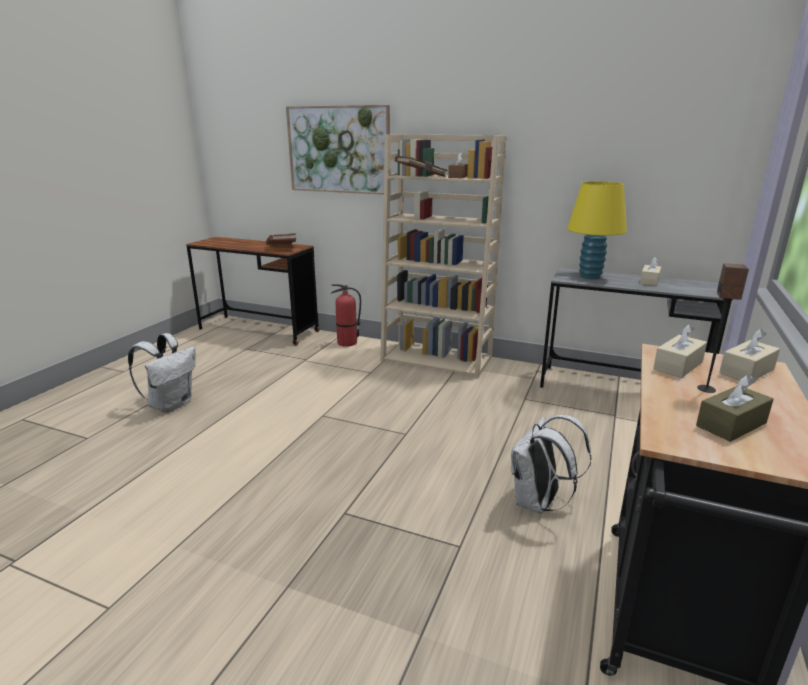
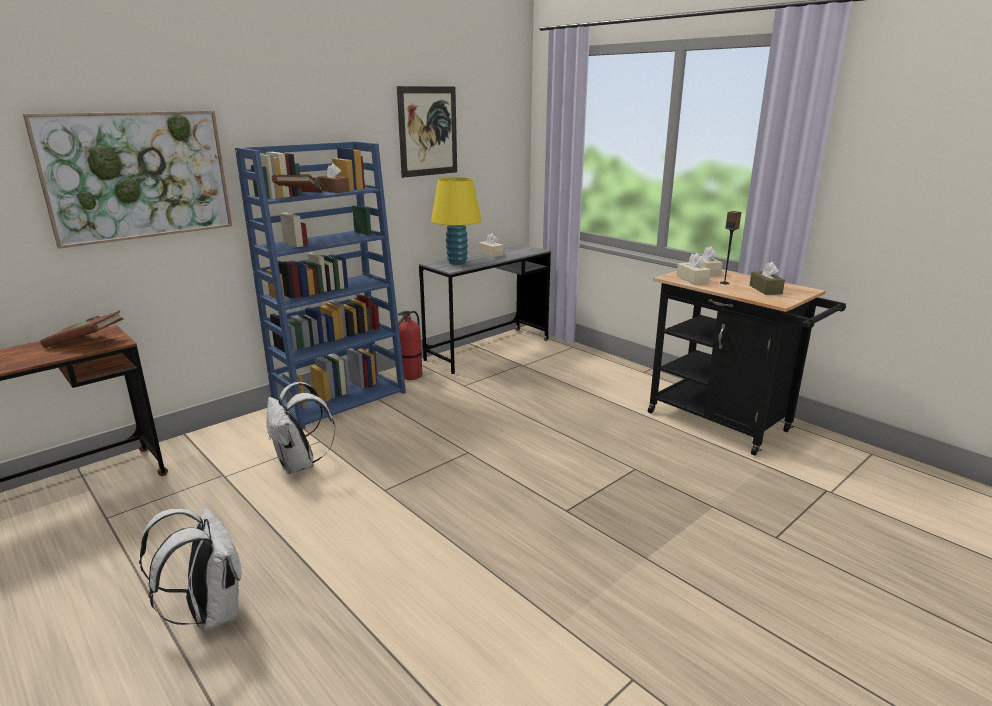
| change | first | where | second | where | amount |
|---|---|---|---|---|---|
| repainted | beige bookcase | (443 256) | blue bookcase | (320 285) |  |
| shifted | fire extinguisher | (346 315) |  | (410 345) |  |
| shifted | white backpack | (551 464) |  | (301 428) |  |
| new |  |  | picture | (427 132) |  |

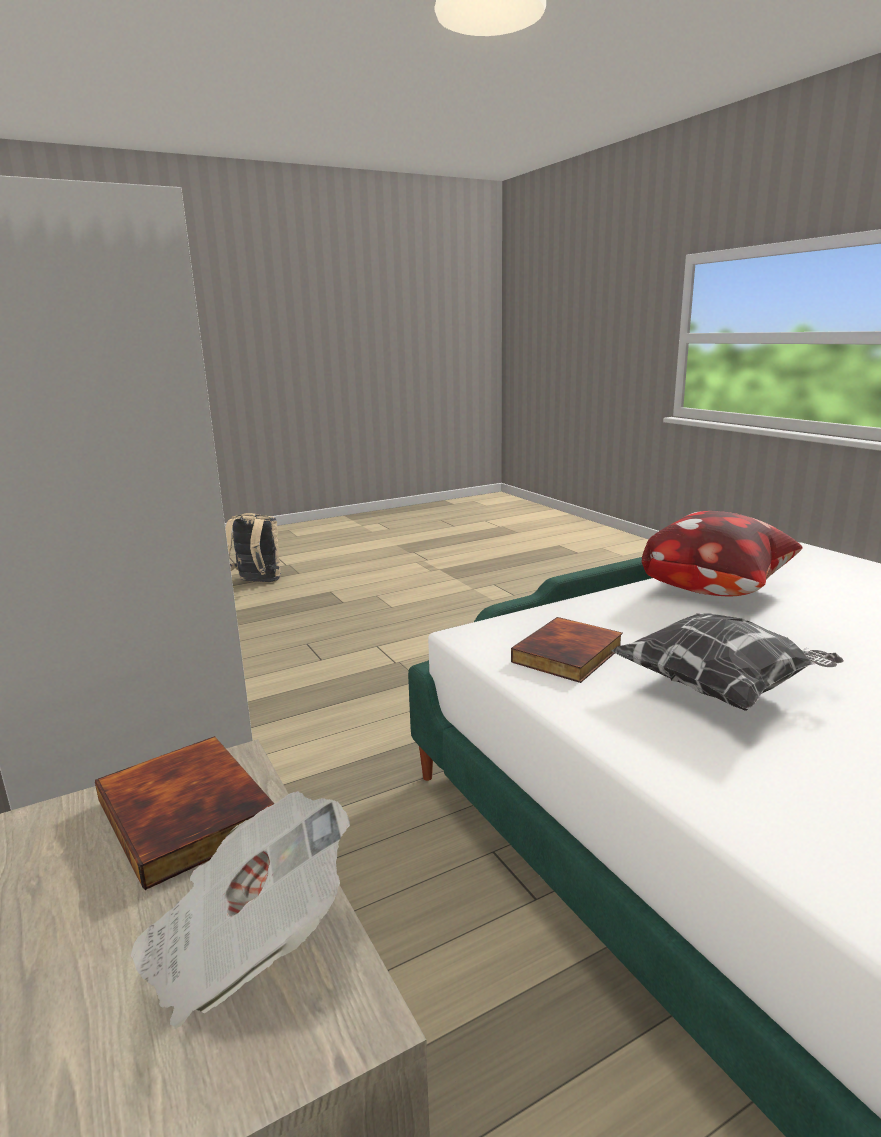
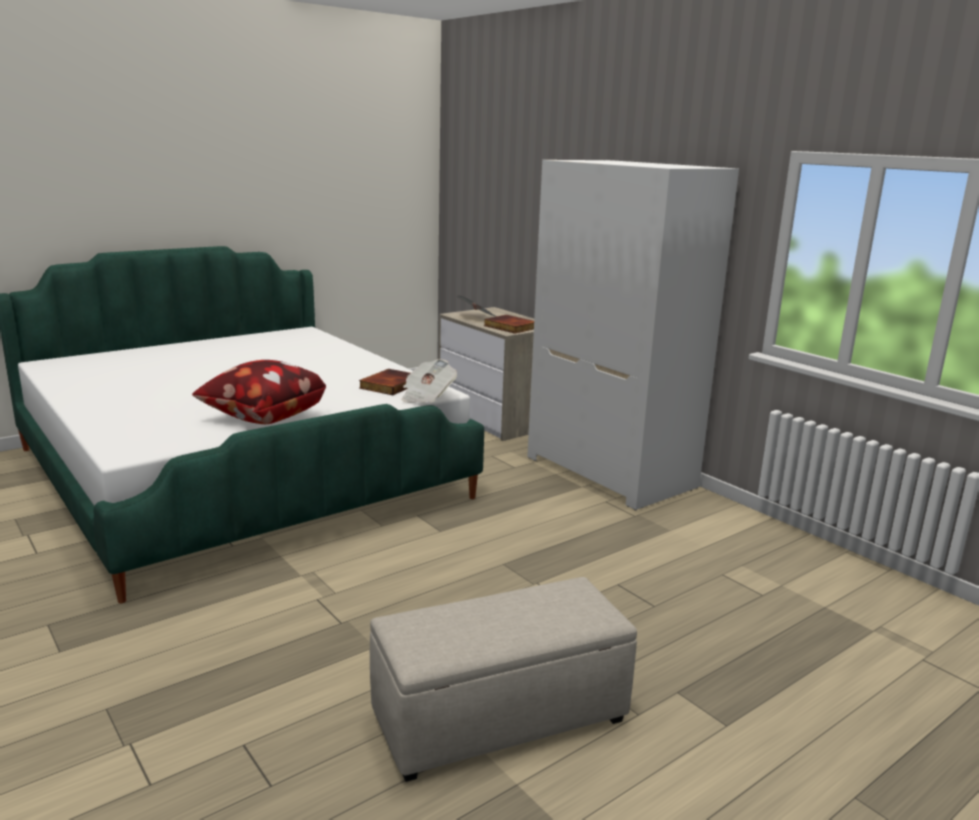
| change | first | where | second | where | amount |
|---|---|---|---|---|---|
| gone | beige backpack | (253 547) |  |  |  |
| gone | pillow | (727 662) |  |  |  |
| new |  |  | newspaper | (429 381) |  |
| new |  |  | beige ottoman | (503 679) |  |

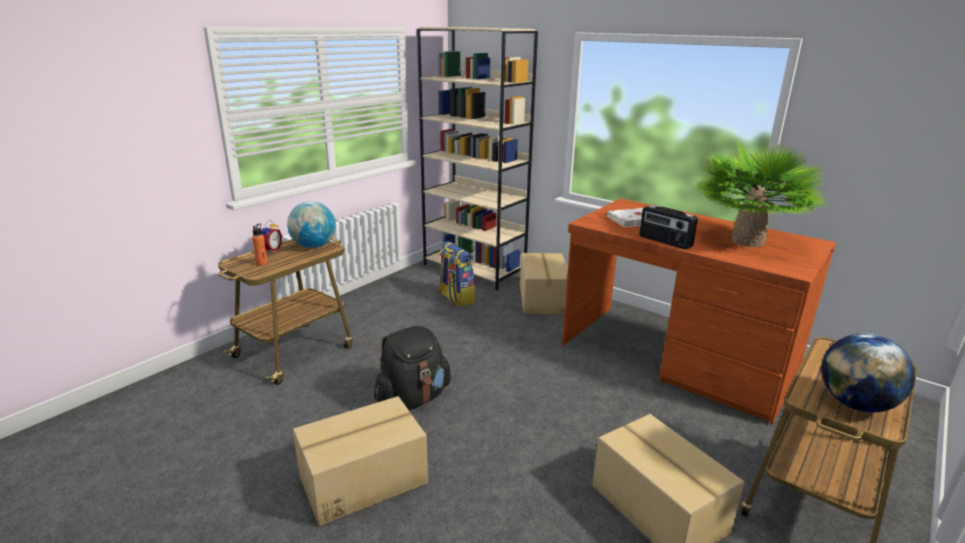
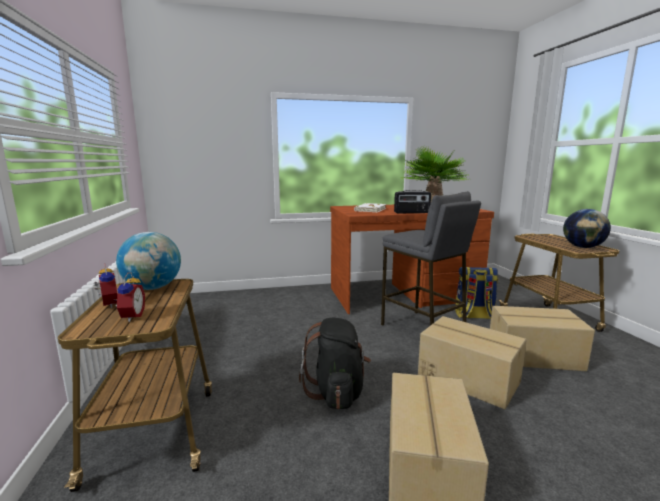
| change | first | where | second | where | amount |
|---|---|---|---|---|---|
| gone | beige bookcase | (477 158) |  |  |  |
| swapped | orange bottle | (260 244) | alarm clock | (129 297) |  |
| shifted | backpack | (456 274) |  | (476 293) |  |
| shifted | cardboard box | (544 284) |  | (472 362) |  |
| new |  |  | grey stool | (431 258) |  |

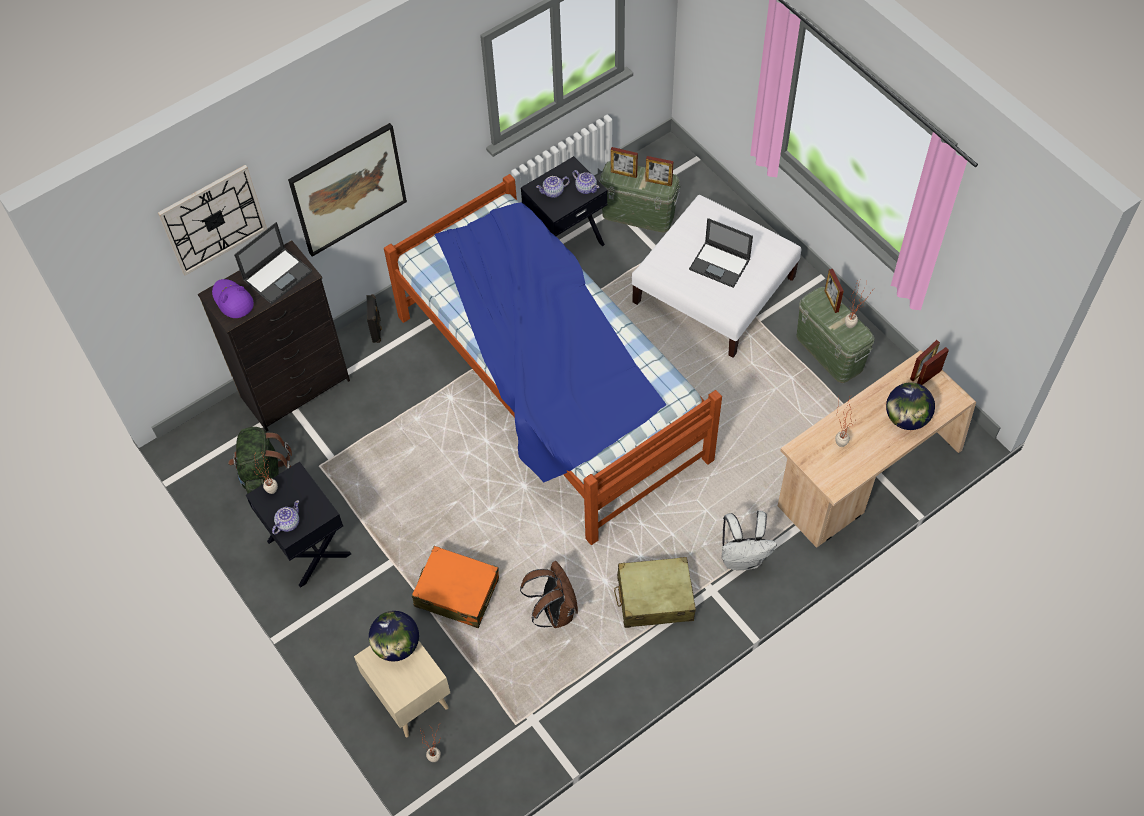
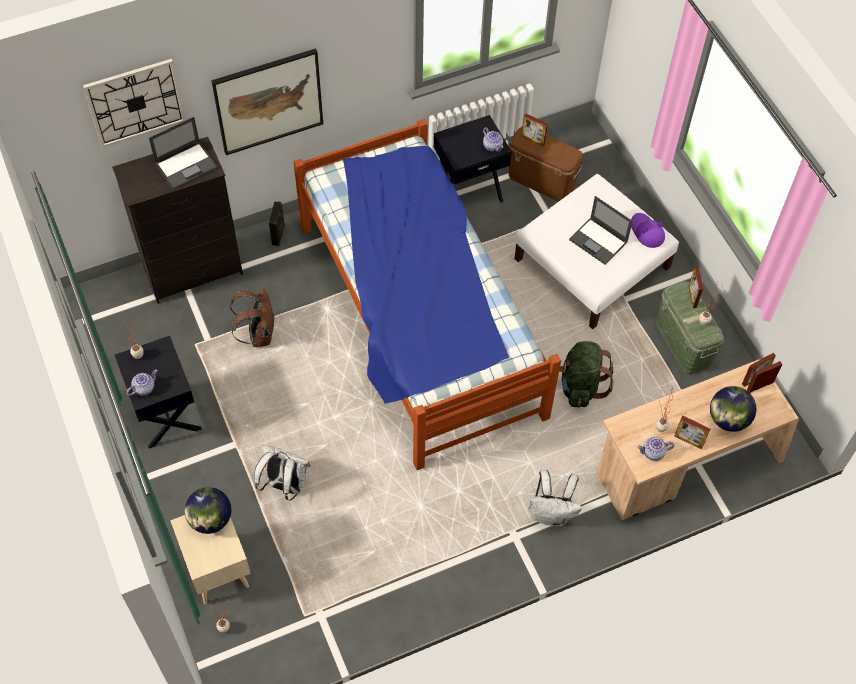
| change | first | where | second | where | amount |
|---|---|---|---|---|---|
| shifted | picture frame | (659 171) |  | (692 432) |  |
| repainted | green storage box | (640 197) | brown storage box | (546 163) |  |
| shifted | teapot | (553 187) |  | (655 449) |  |
| shifted | purple hat | (233 298) |  | (648 230) |  |
| shifted | green backpack | (260 460) |  | (586 374) |  |
| swapped | orange suitcase | (455 587) | white backpack | (282 473) |  |
| gone | beige suitcase | (655 592) |  |  |  |
| shifted | brown backpack | (549 594) |  | (252 318) |  |

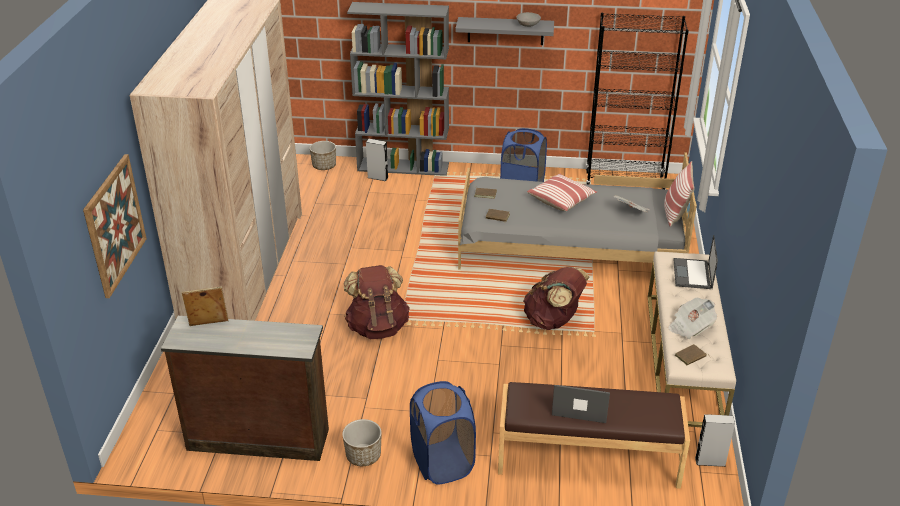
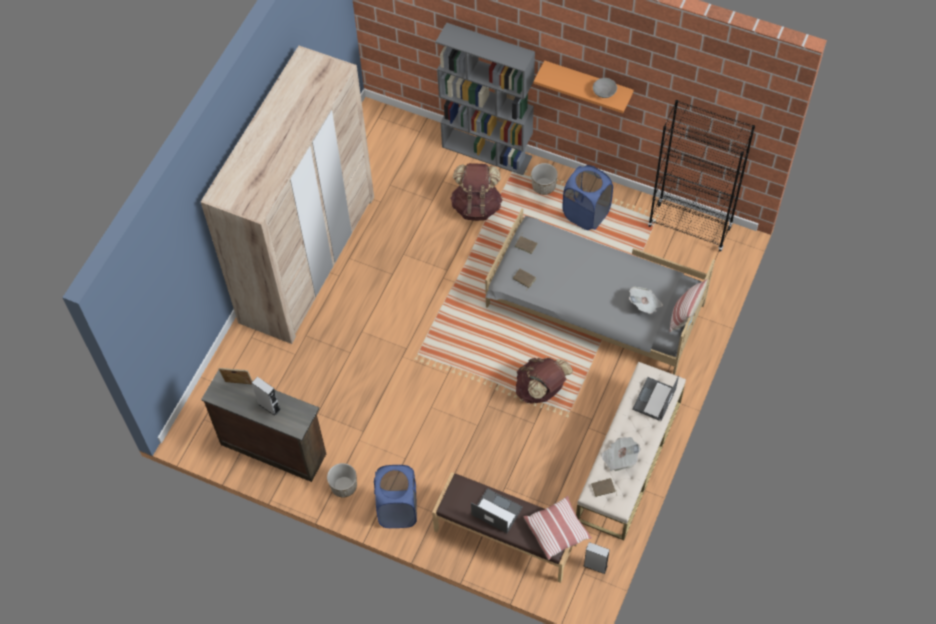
| change | first | where | second | where | amount |
|---|---|---|---|---|---|
| repainted | grey shelf | (504 31) | orange shelf | (584 86) |  |
| shifted | grey speaker | (377 160) |  | (266 396) |  |
| shifted | planter | (323 155) |  | (544 179) |  |
| gone | picture | (115 226) |  |  |  |
| shifted | pillow | (562 192) |  | (558 528) |  |
| shifted | brown backpack | (377 302) |  | (476 192) |  |

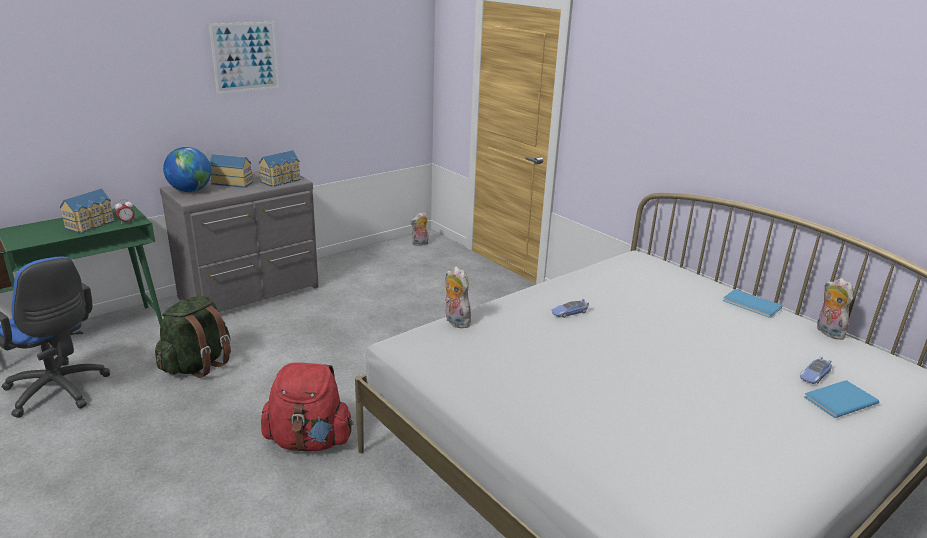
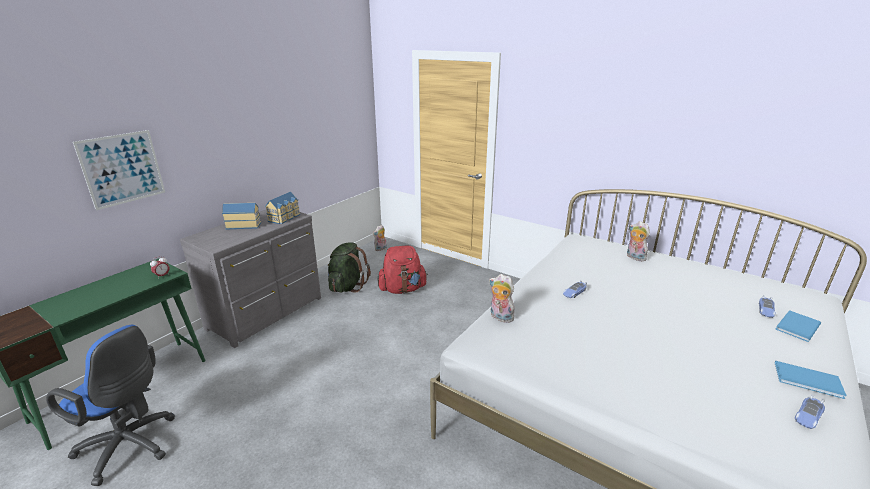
| change | first | where | second | where | amount |
|---|---|---|---|---|---|
| shifted | picture | (244 58) |  | (119 170) |  |
| gone | globe | (187 169) |  |  |  |
| gone | toy house | (87 210) |  |  |  |
| shifted | plush toy | (835 309) |  | (638 241) |  |
| shifted | blue book | (753 303) |  | (811 380) |  |
| shifted | green backpack | (193 337) |  | (349 267) |  |
| shifted | red backpack | (307 407) |  | (403 270) |  |
| new |  |  | toy car | (810 412) |  |

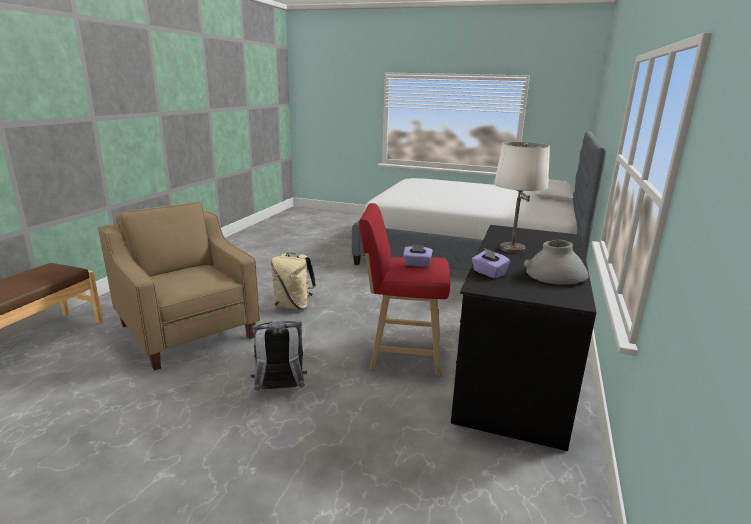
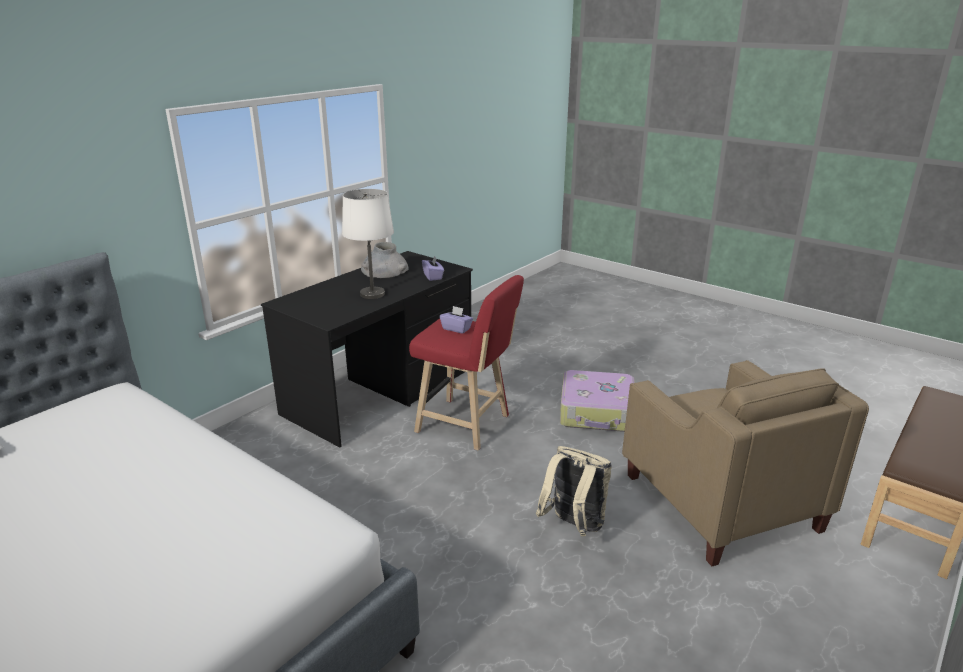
| change | first | where | second | where | amount |
|---|---|---|---|---|---|
| swapped | grey backpack | (278 355) | suitcase | (597 401) |  |

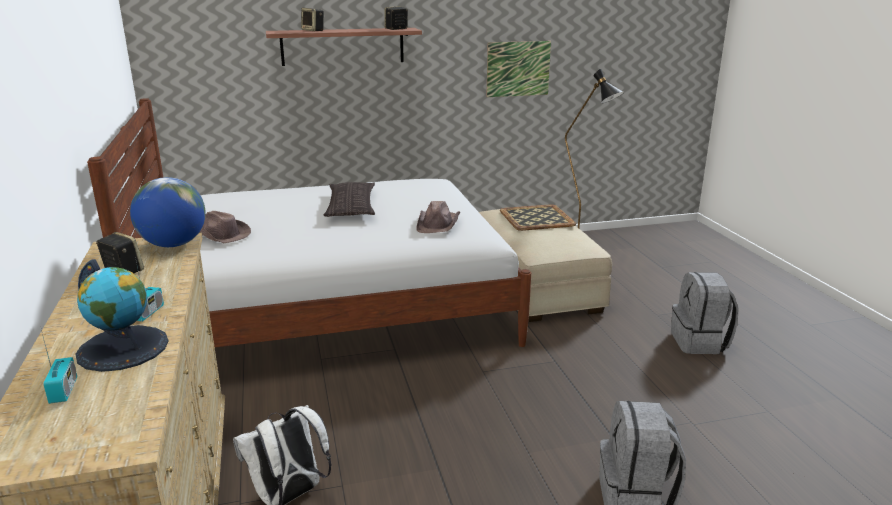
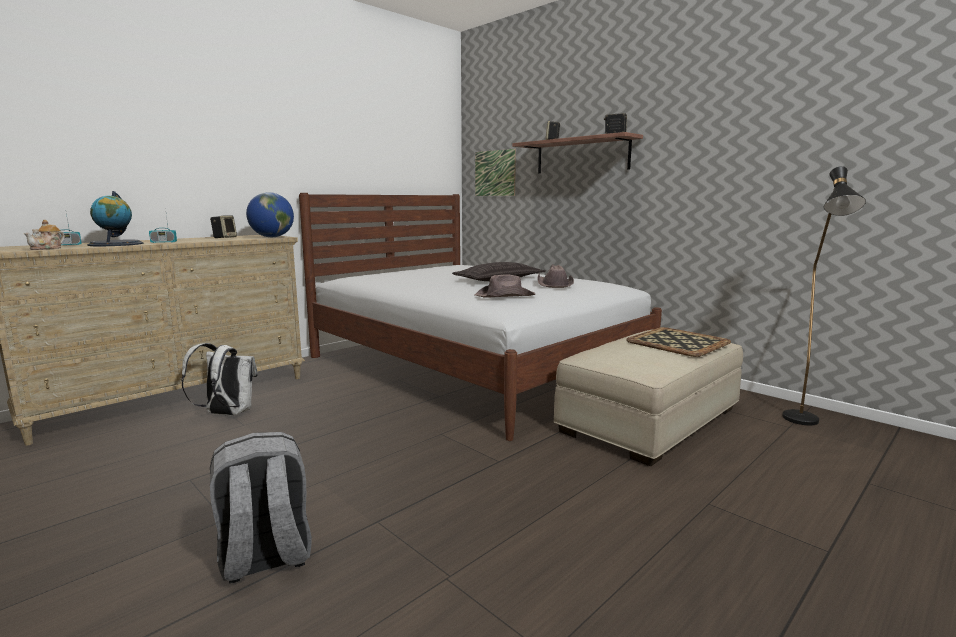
| change | first | where | second | where | amount |
|---|---|---|---|---|---|
| shifted | picture | (518 69) |  | (495 172) |  |
| shifted | brown hat | (225 227) |  | (555 276) |  |
| gone | grey backpack | (705 313) |  |  |  |
| new |  |  | teapot | (44 235) |  |

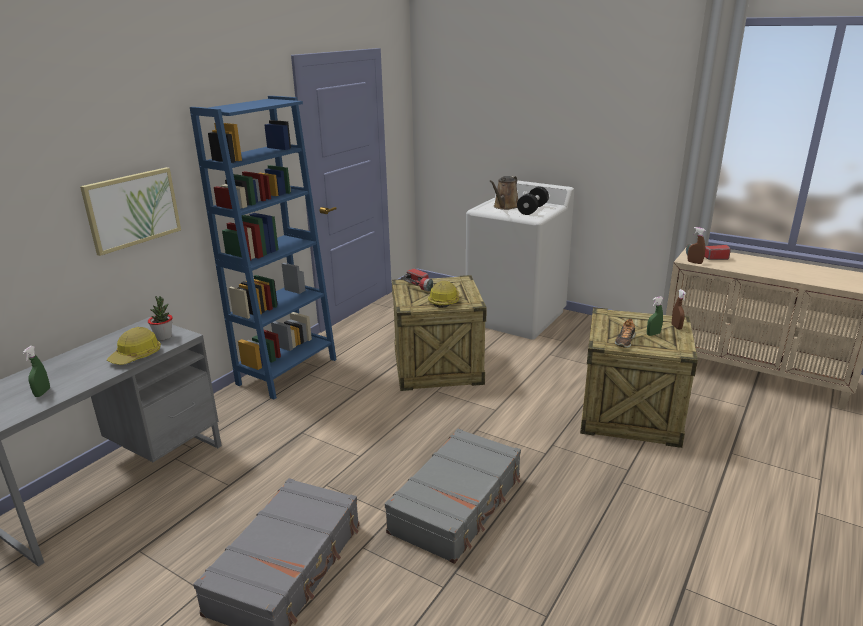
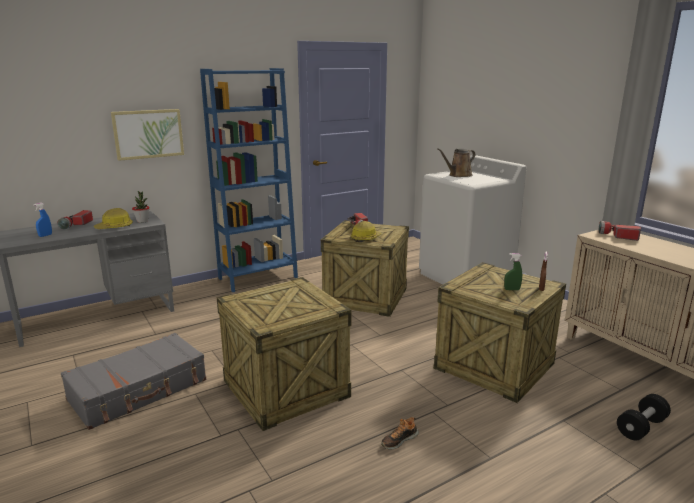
| change | first | where | second | where | amount |
|---|---|---|---|---|---|
| shifted | black dumbbell | (533 201) |  | (644 417) |  |
| gone | brown spray bottle | (697 245) |  |  |  |
| shifted | shoe | (625 333) |  | (400 433) |  |
| repainted | green spray bottle | (36 371) | blue spray bottle | (42 220) |  |
| swapped | grey suitcase | (453 496) | crate | (284 354) |  |
| new |  |  | flashlight | (75 220) |  |

